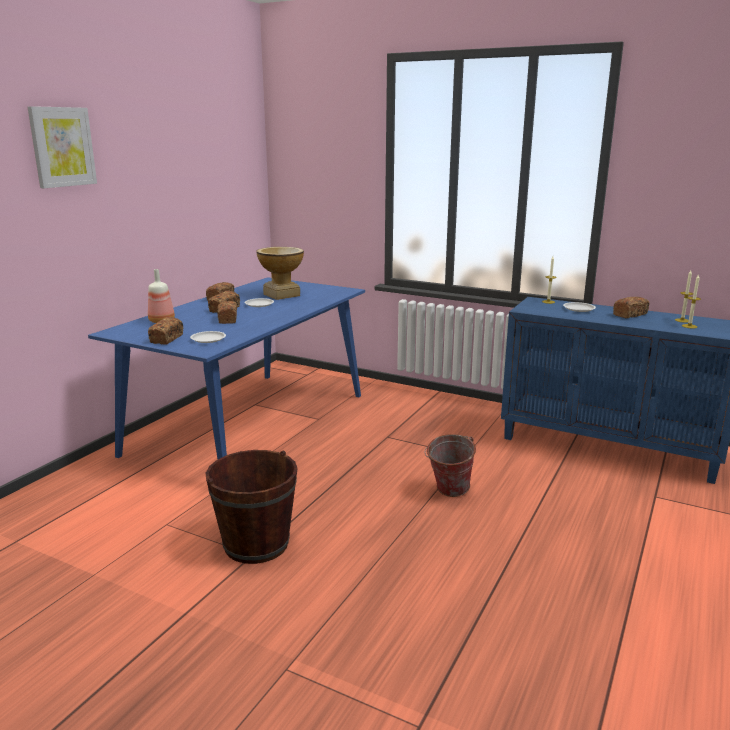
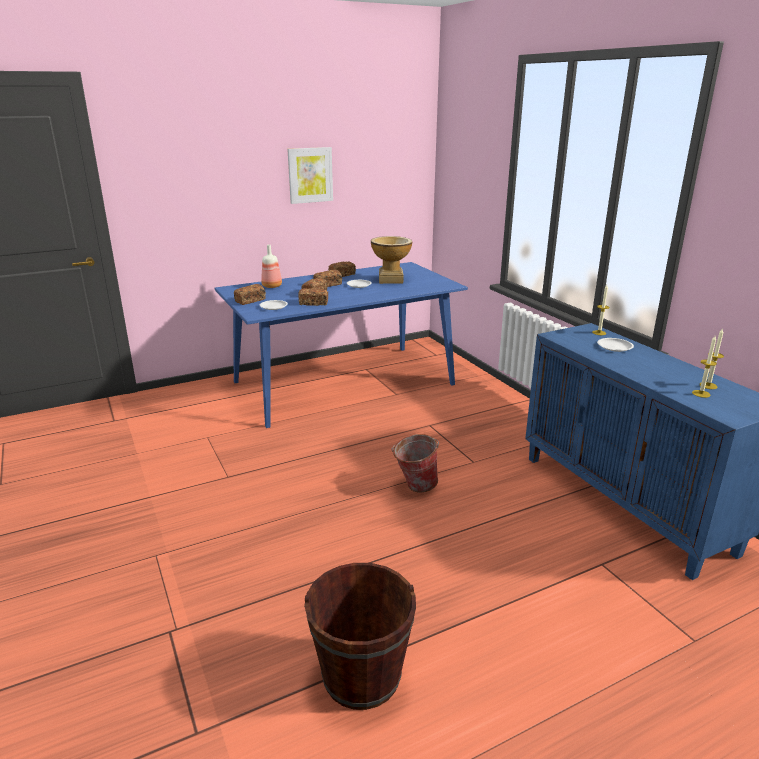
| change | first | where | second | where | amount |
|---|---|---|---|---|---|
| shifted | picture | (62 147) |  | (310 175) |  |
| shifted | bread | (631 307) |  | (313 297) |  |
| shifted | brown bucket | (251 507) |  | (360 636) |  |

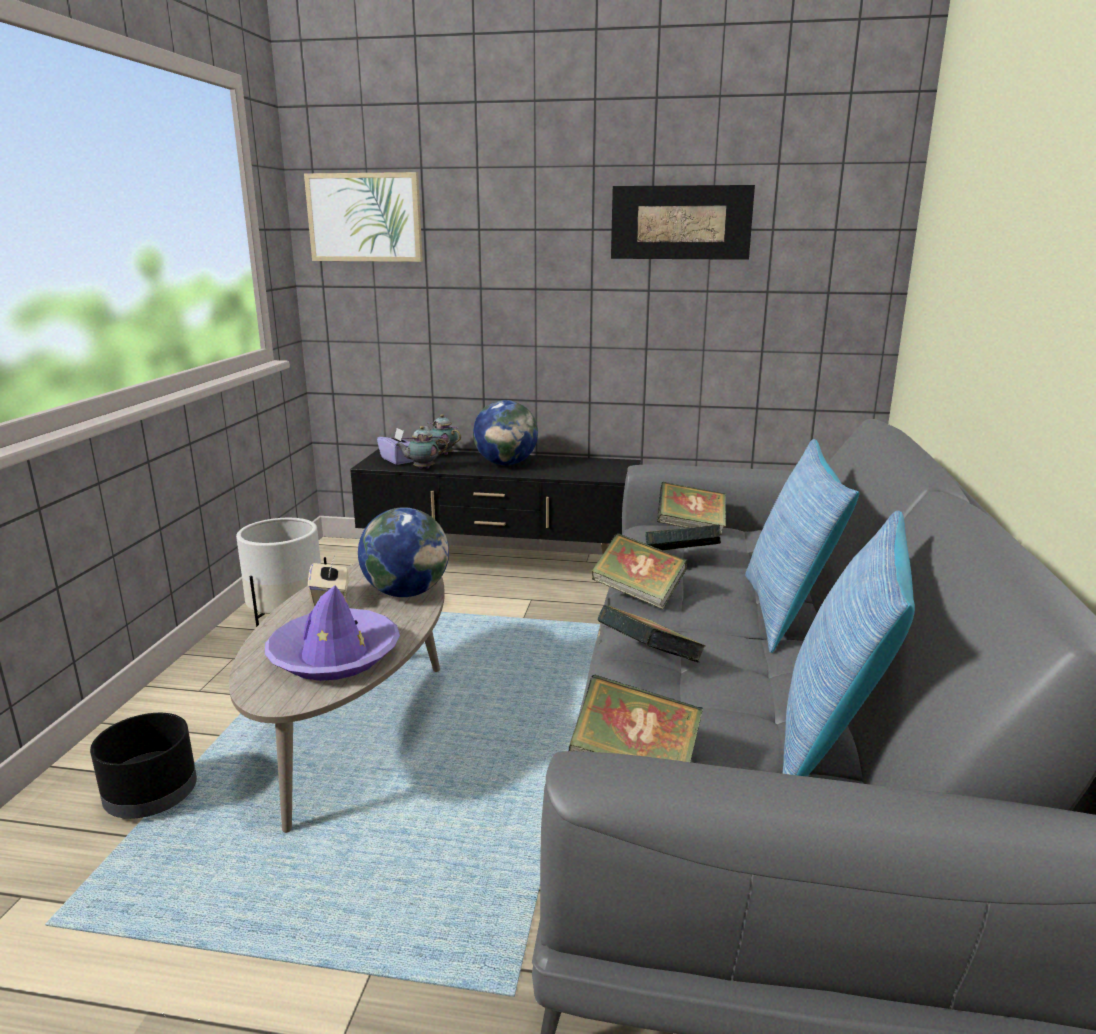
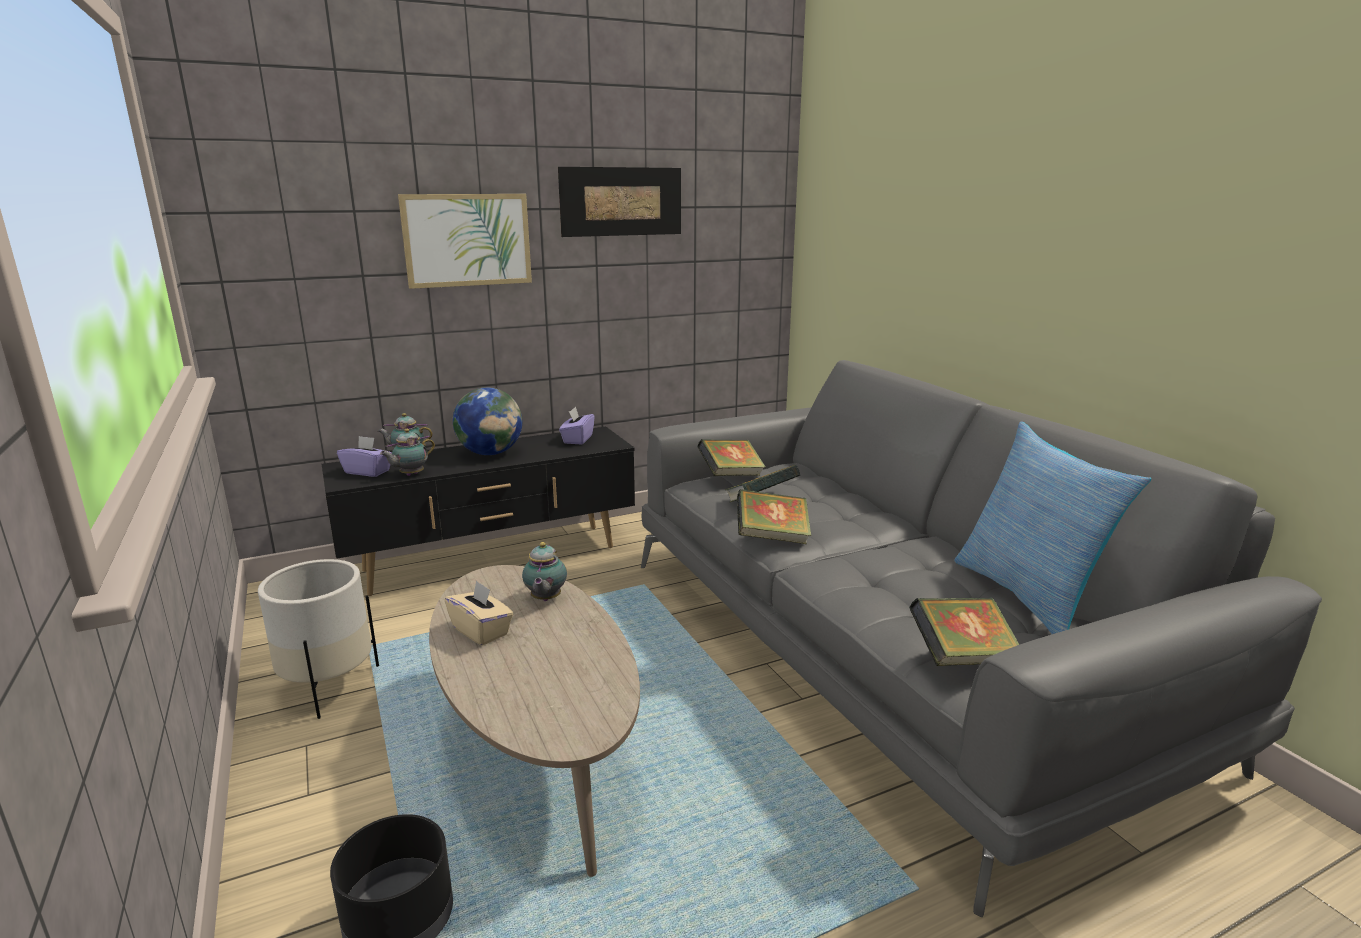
| change | first | where | second | where | amount |
|---|---|---|---|---|---|
| shifted | picture | (363 217) |  | (465 241) |  |
| gone | pillow | (802 546) |  |  |  |
| swapped | globe | (403 552) | teapot | (544 571) |  |
| gone | purple hat | (332 633) |  |  |  |
| gone | book | (651 633) |  |  |  |
| new |  |  | purple tissue box | (577 426) |  |

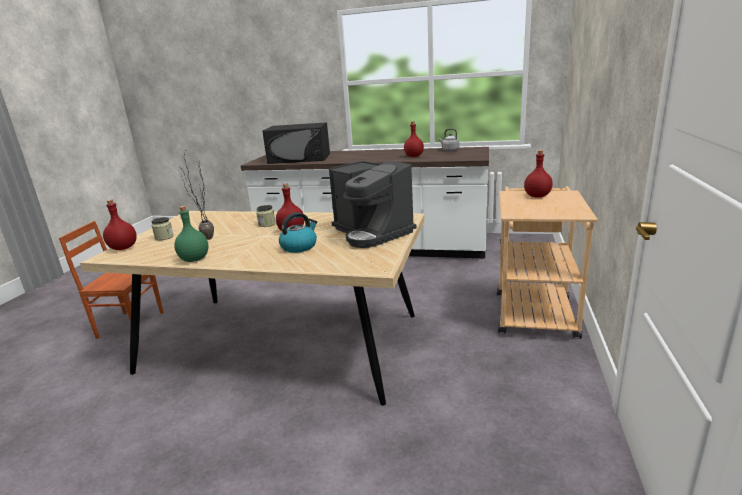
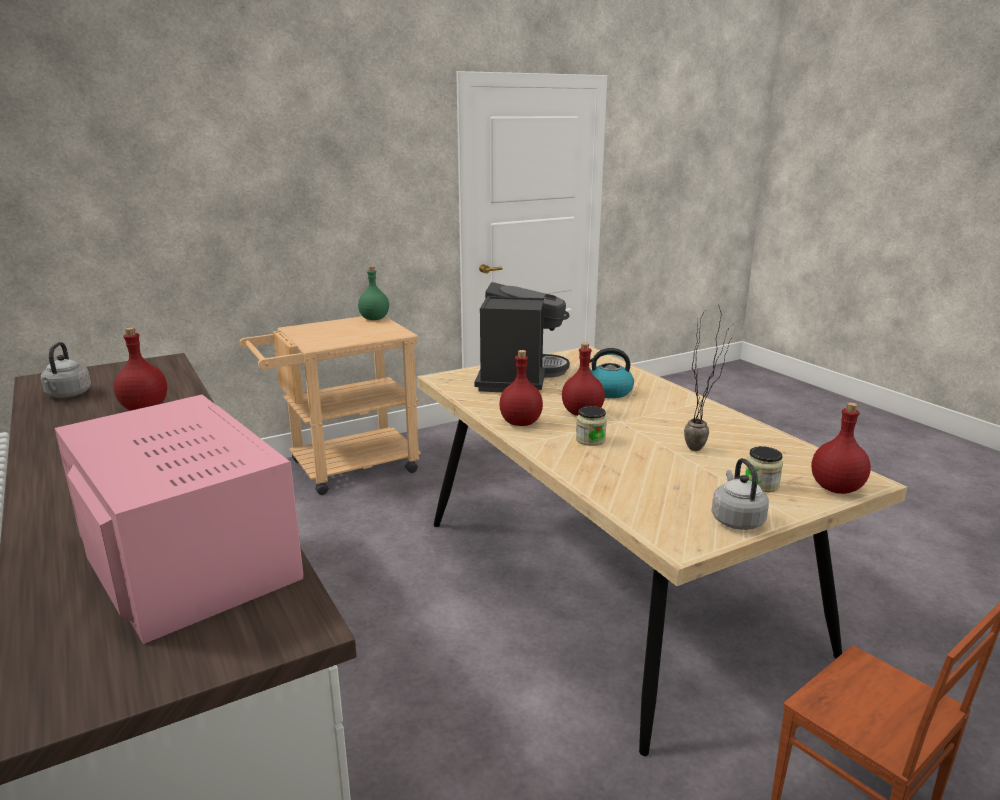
| change | first | where | second | where | amount |
|---|---|---|---|---|---|
| repainted | black microwave | (296 143) | pink microwave | (179 519) |  |
| shifted | red bottle | (538 174) |  | (521 388) |  |
| shifted | green bottle | (191 234) |  | (373 293) |  |
| new |  |  | grey kettle | (740 494) |  |

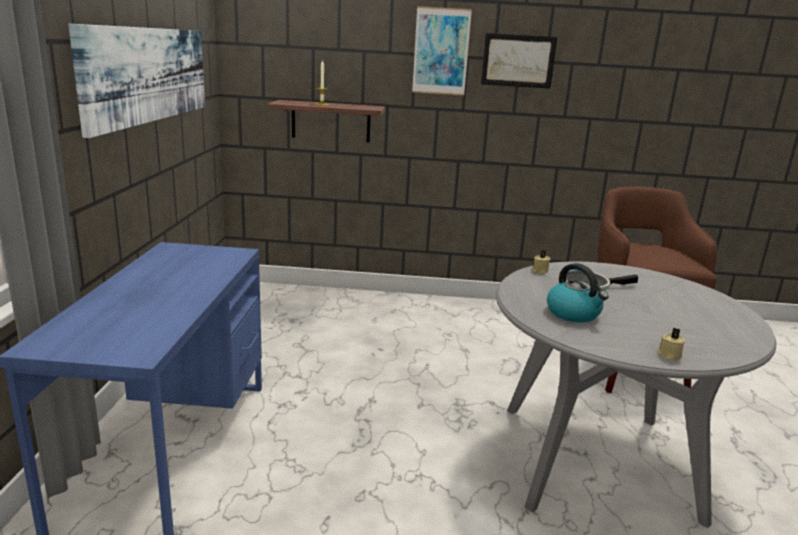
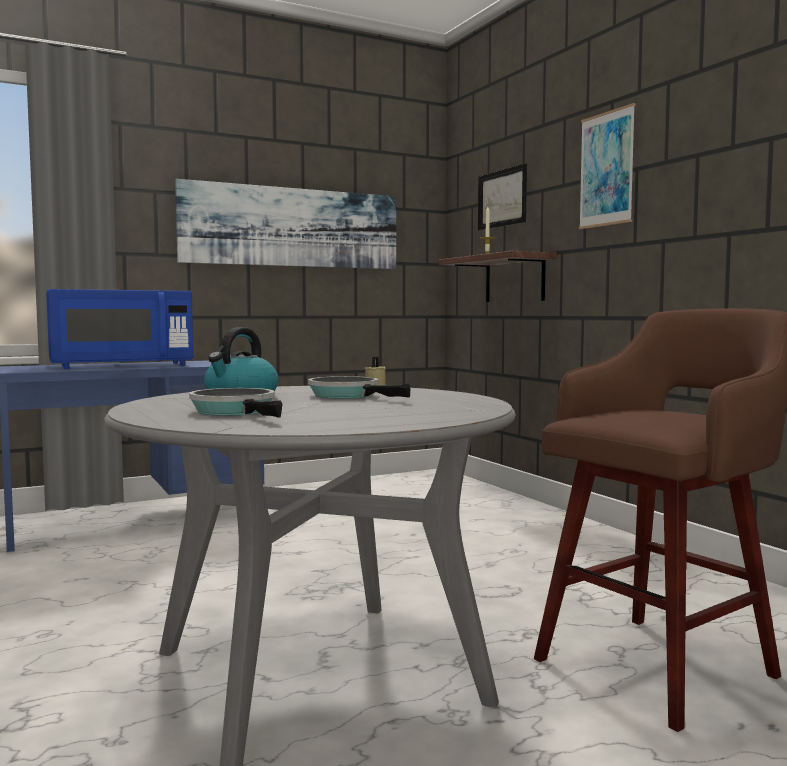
| change | first | where | second | where | amount |
|---|---|---|---|---|---|
| shifted | picture | (519 61) |  | (502 196) |  |
| gone | beige candle | (671 344) |  |  |  |
| new |  |  | blue microwave | (119 329) |  |
| new |  |  | frying pan | (236 403) |  |

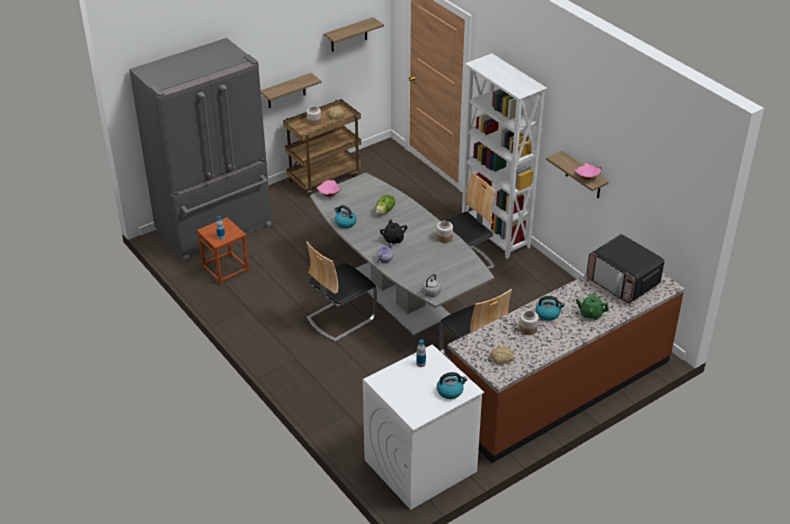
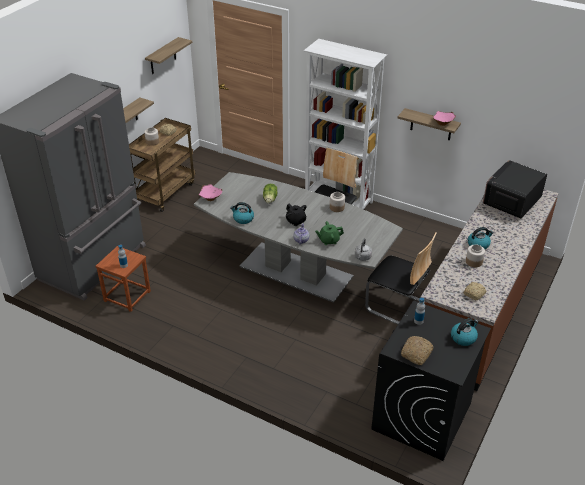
| change | first | where | second | where | amount |
|---|---|---|---|---|---|
| rotated | microwave | (625 268) |  | (515 189) | 105 degrees clockwise |
| gone | chair | (341 292) |  |  |  |
| shifted | green teapot | (592 306) |  | (329 233) |  |
| repainted | white washing machine | (423 427) | black washing machine | (431 381) |  |
| new |  |  | bread | (417 350) |  |

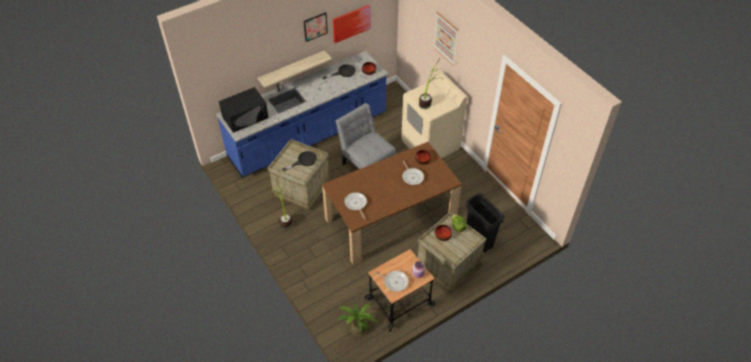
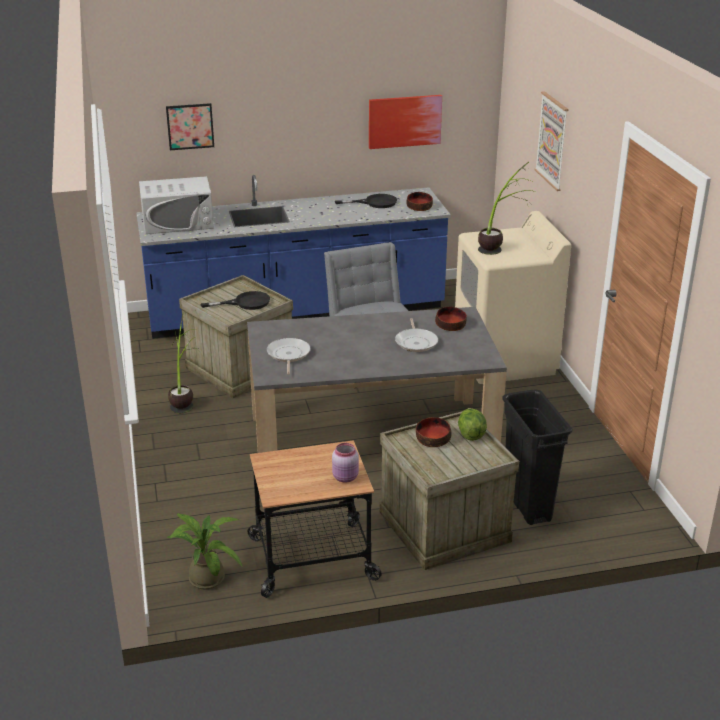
| change | first | where | second | where | amount |
|---|---|---|---|---|---|
| shifted | picture | (316 27) |  | (190 126) |  |
| gone | shelf | (295 69) |  |  |  |
| repainted | black microwave | (243 110) | white microwave | (176 205) |  |
| repainted | brown dining table | (392 203) | grey dining table | (377 380) |  |
| gone | frying pan | (391 281) |  |  |  |

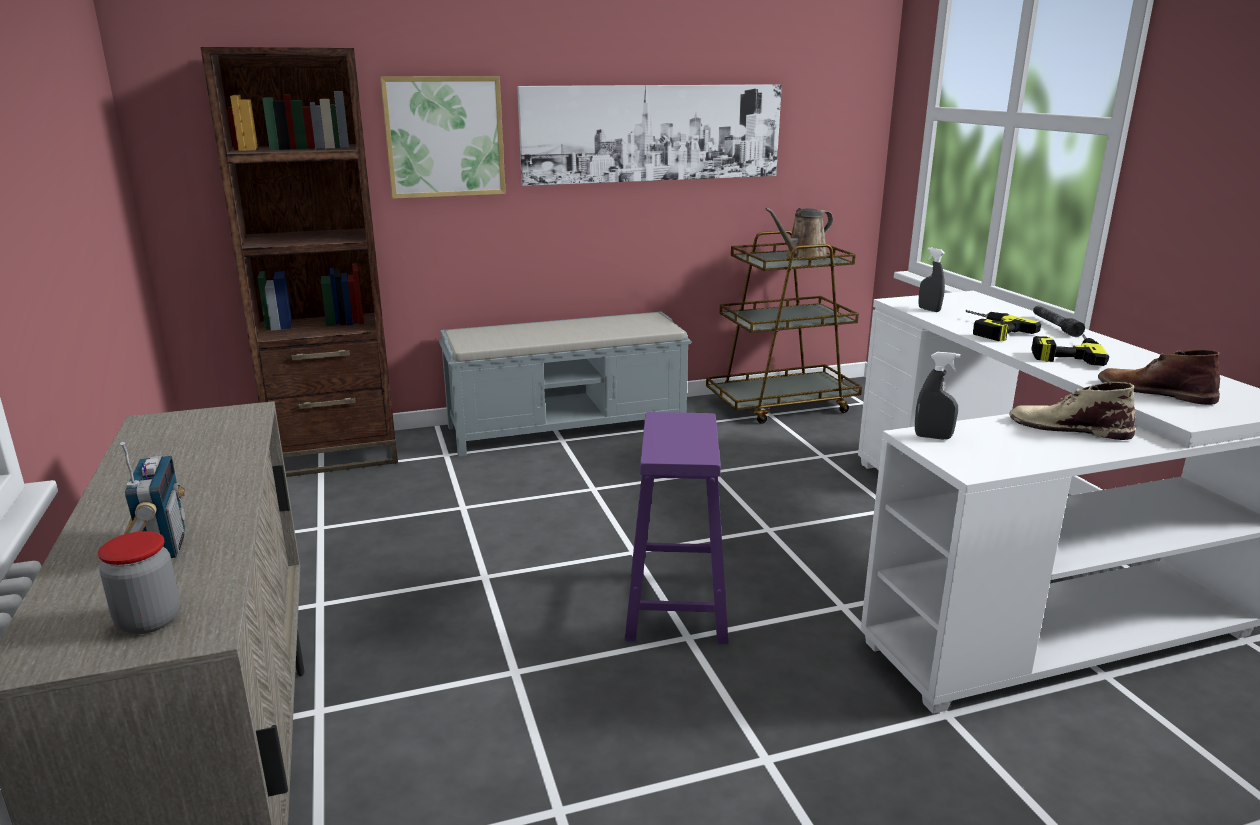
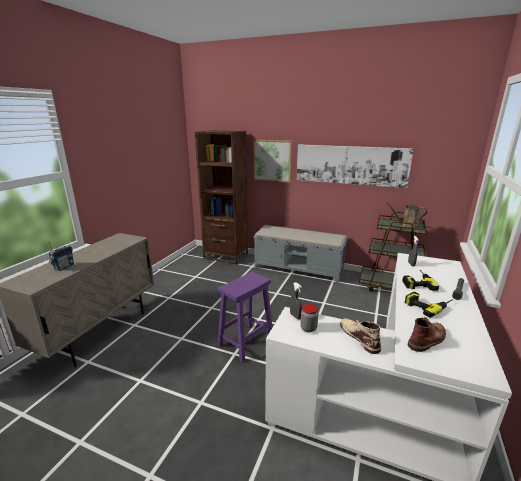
| change | first | where | second | where | amount |
|---|---|---|---|---|---|
| rotated | brown boot | (1159 377) |  | (427 334) | 60 degrees clockwise |
| shifted | jar | (139 582) |  | (309 318) |  |

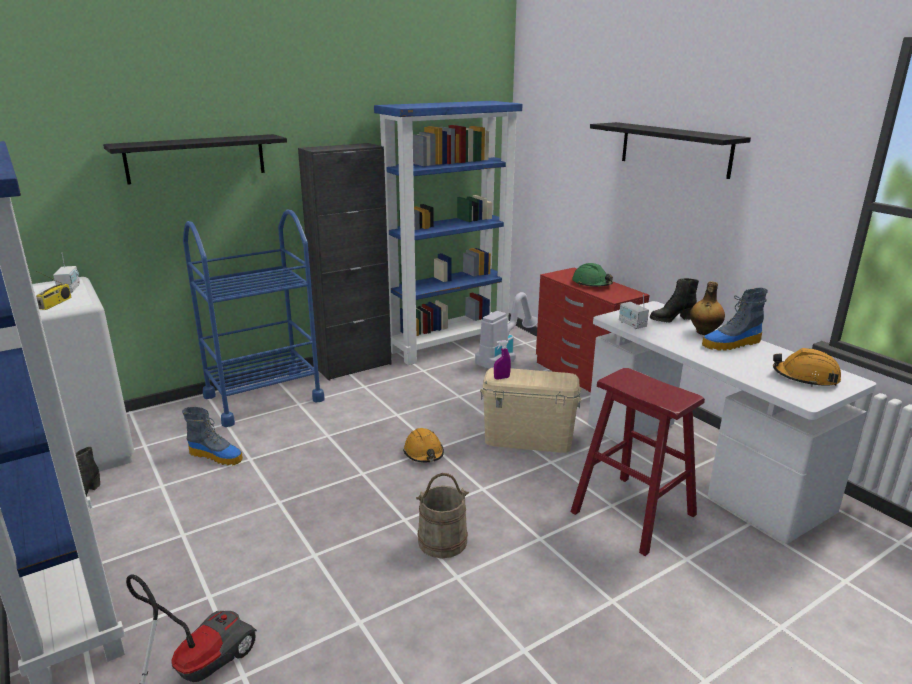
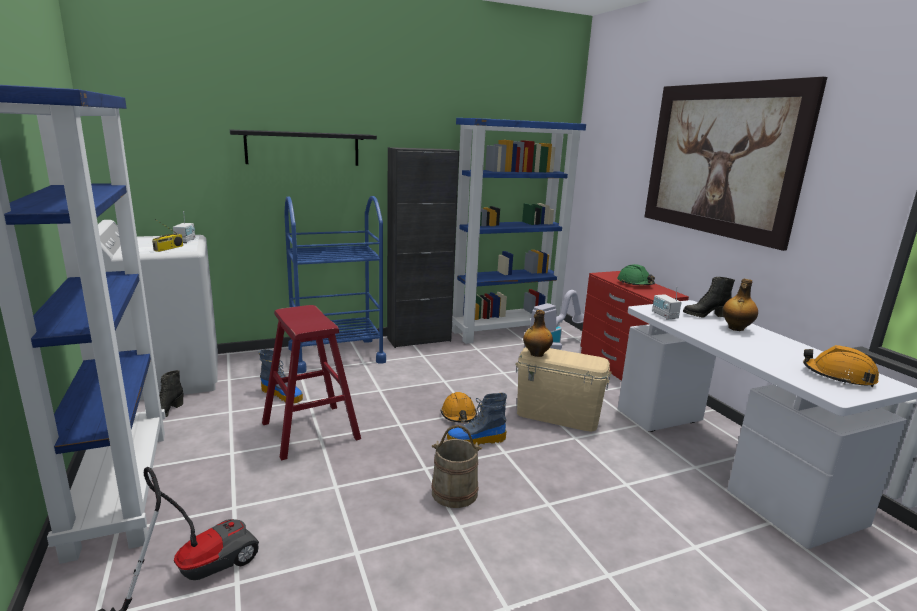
| change | first | where | second | where | amount |
|---|---|---|---|---|---|
| swapped | black shelf | (670 150) | picture | (735 164) |  |
| shifted | boot | (735 319) |  | (477 419) |  |
| swapped | purple spray bottle | (502 359) | bottle | (538 333) |  |
| shifted | red stool | (637 462) |  | (311 383) |  |

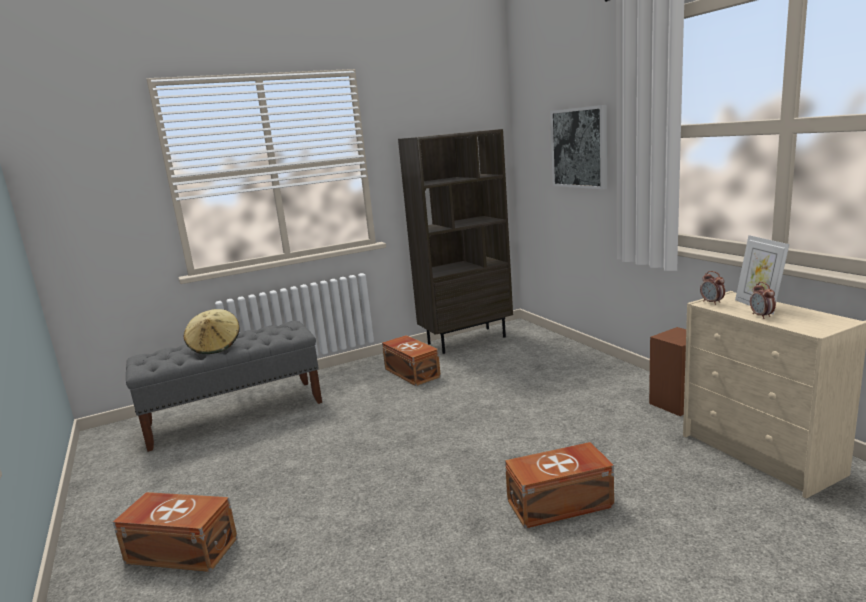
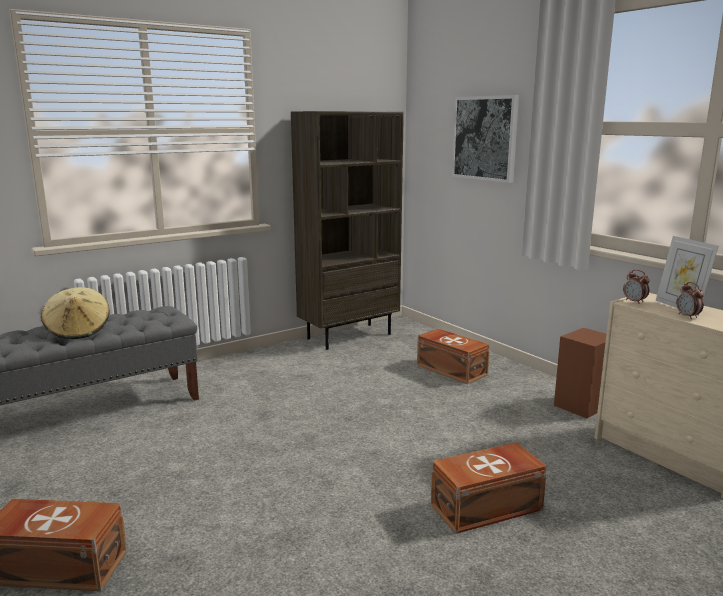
| change | first | where | second | where | amount |
|---|---|---|---|---|---|
| shifted | brown storage box | (411 360) |  | (453 356) |  |

